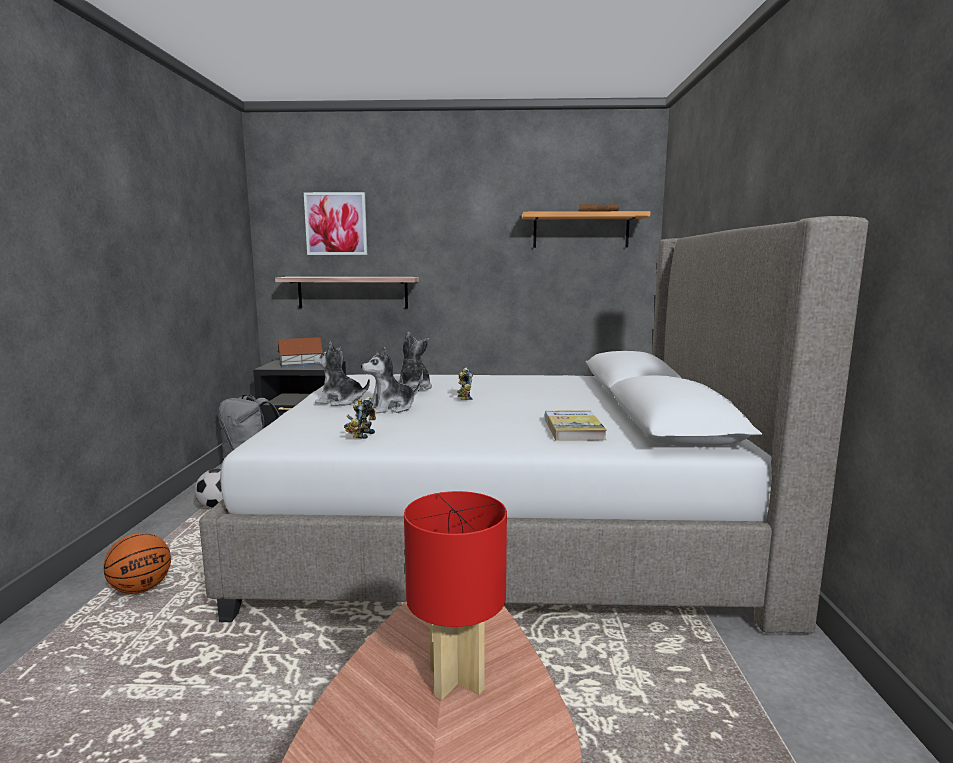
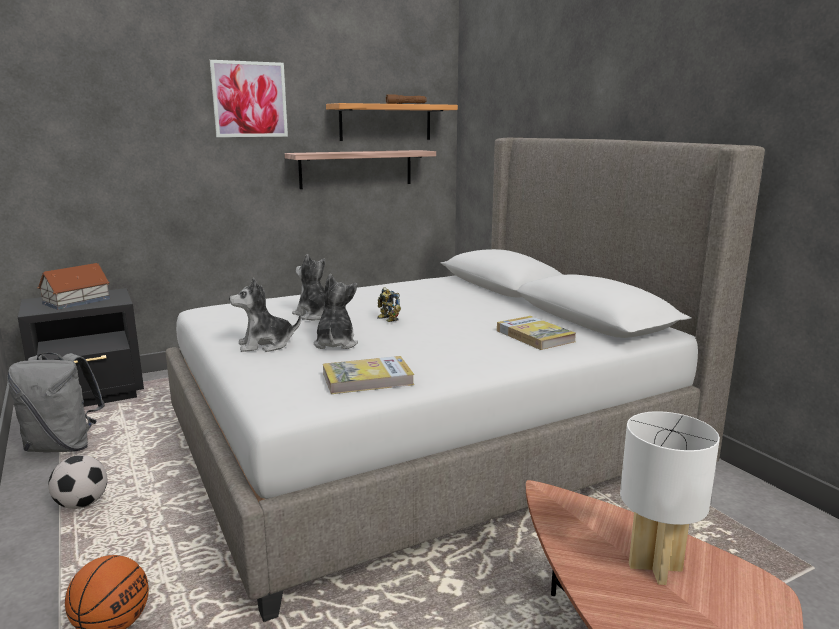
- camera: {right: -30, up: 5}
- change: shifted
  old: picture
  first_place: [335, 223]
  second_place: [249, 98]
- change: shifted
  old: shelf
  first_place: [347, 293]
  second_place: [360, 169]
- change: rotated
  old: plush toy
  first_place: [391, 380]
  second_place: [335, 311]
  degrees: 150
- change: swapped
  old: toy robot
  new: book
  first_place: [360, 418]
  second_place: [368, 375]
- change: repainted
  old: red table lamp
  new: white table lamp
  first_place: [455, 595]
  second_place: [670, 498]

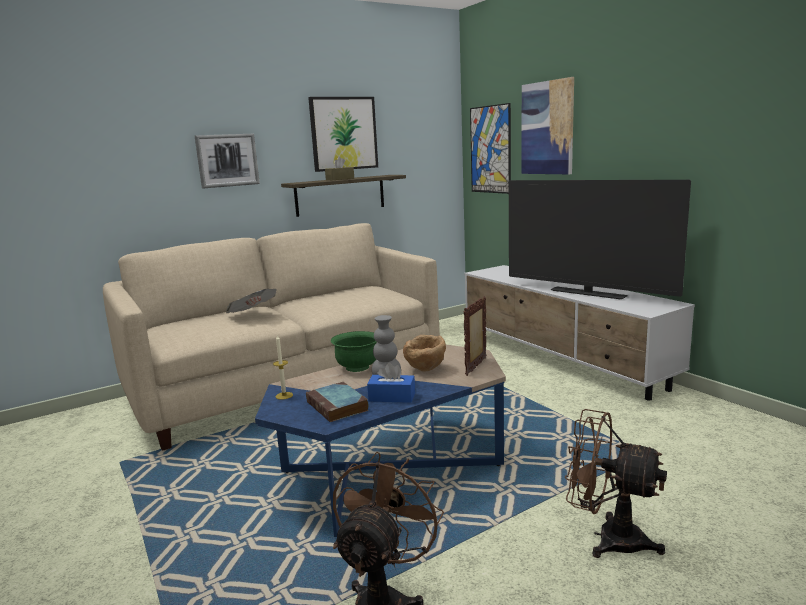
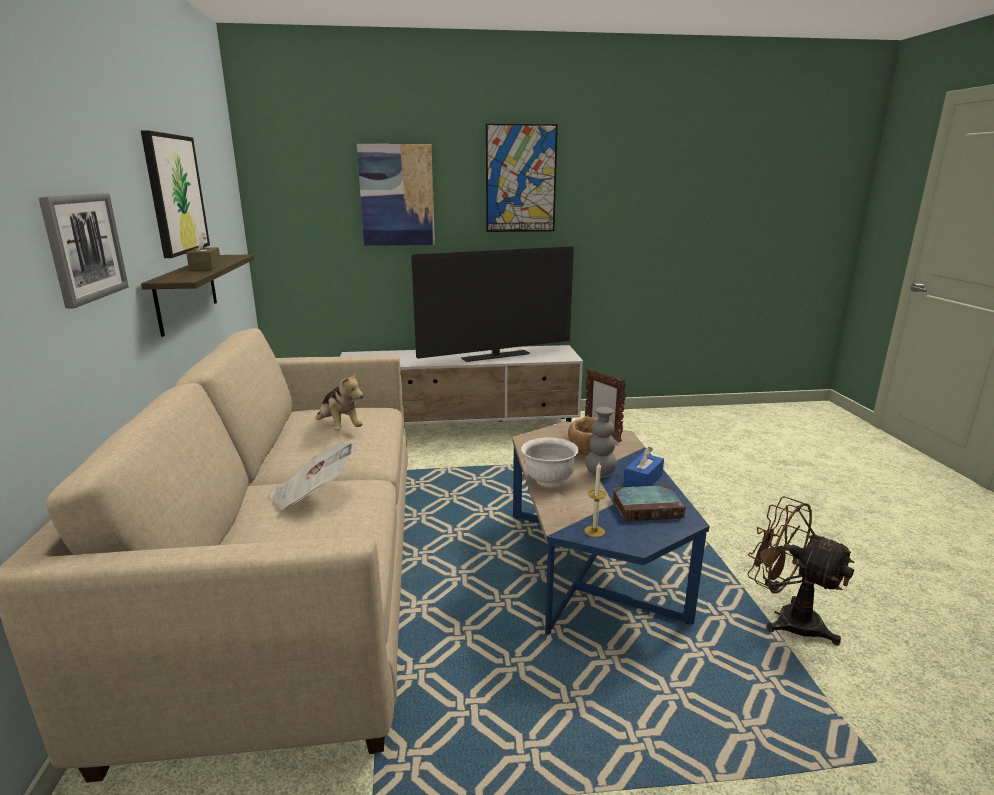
- camera: {right: -65, up: 5}
- change: new
  new: plush toy
  second_place: [339, 401]
- change: shifted
  old: picture
  first_place: [490, 148]
  second_place: [522, 178]
- change: repainted
  old: green bowl
  new: white bowl
  first_place: [354, 351]
  second_place: [550, 462]
- change: gone
  old: brown fan
  first_place: [616, 483]

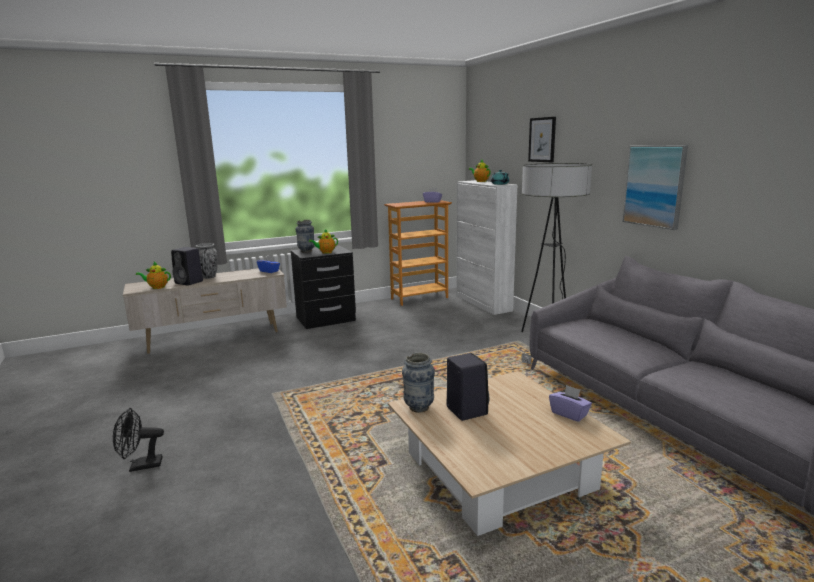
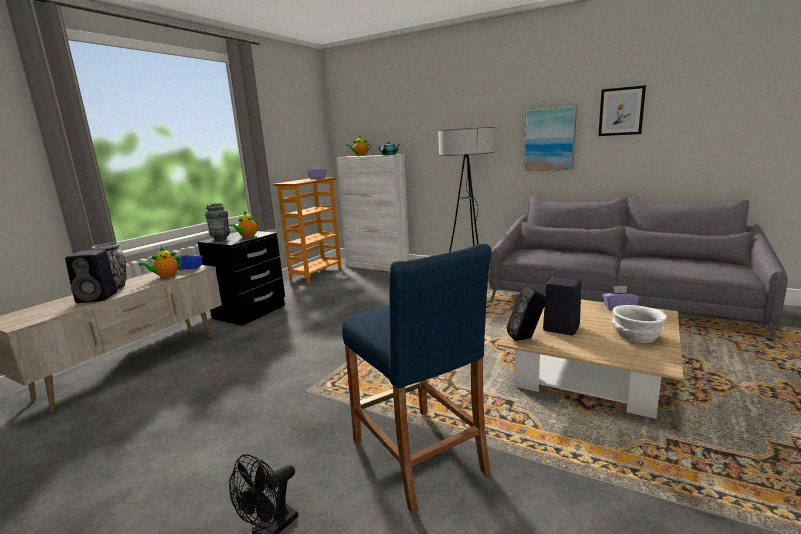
- camera: {right: -35, up: 0}
- change: shifted
  old: teapot
  first_place: [153, 275]
  second_place: [160, 262]
- change: new
  new: blue stool
  second_place: [417, 379]
- change: swapped
  old: vase
  new: black speaker
  first_place: [418, 383]
  second_place: [526, 314]
- change: shifted
  old: picture
  first_place: [542, 139]
  second_place: [622, 110]
- change: new
  new: white bowl
  second_place: [639, 324]

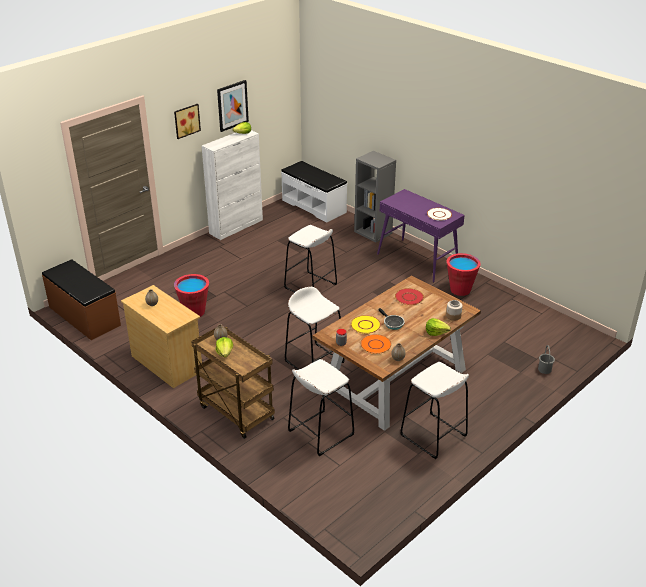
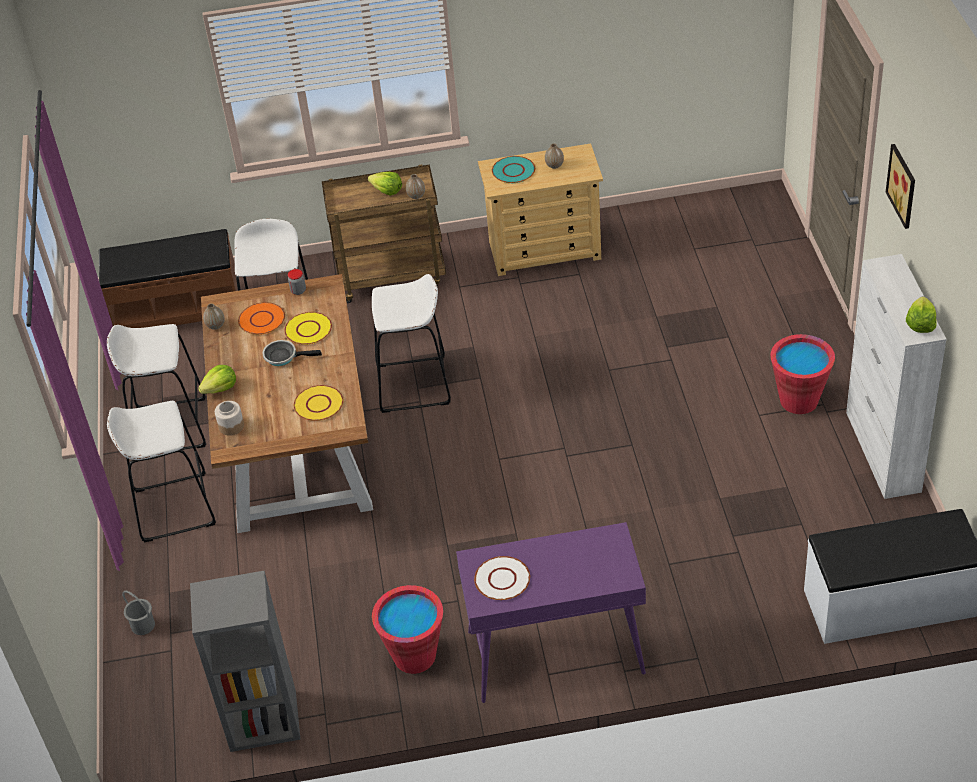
- camera: {right: 130, up: 10}
- change: shifted
  old: brown bench
  first_place: [81, 299]
  second_place: [168, 278]
- change: shifted
  old: white stool
  first_place: [310, 258]
  second_place: [161, 472]
- change: shifted
  old: grey bookcase
  first_place: [375, 196]
  second_place: [245, 661]
- change: repainted
  old: red plate
  new: yellow plate
  first_place: [409, 296]
  second_place: [318, 403]
- change: new
  new: turquoise plate
  second_place: [513, 169]
- change: shifted
  old: red bucket
  first_place: [191, 295]
  second_place: [802, 374]
- change: gone
  old: picture
  first_place: [233, 106]

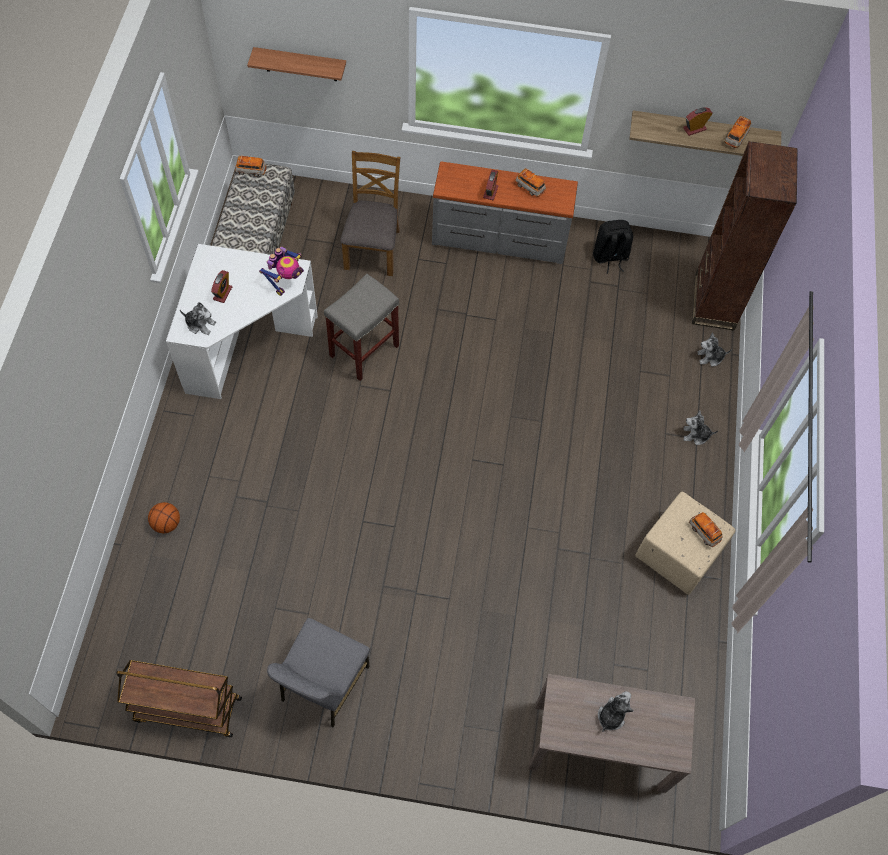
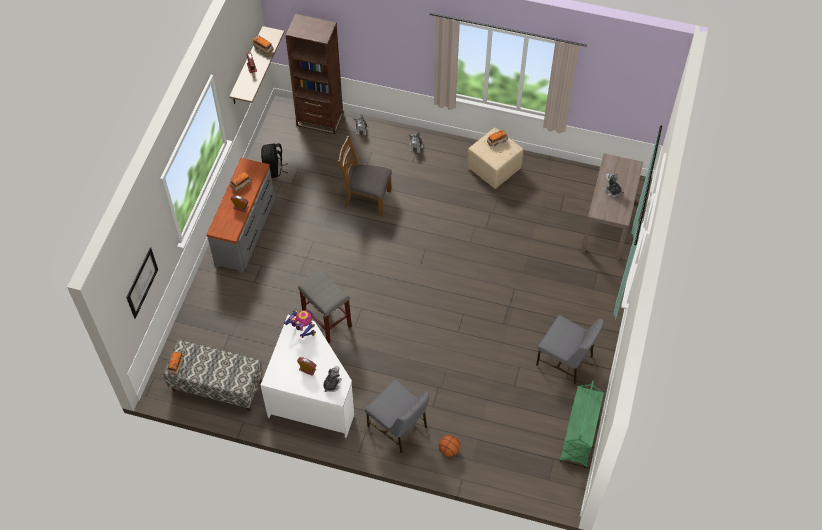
- camera: {right: -80, up: -5}
- change: swapped
  old: shelf
  new: picture
  first_place: [296, 64]
  second_place: [142, 283]
- change: shifted
  old: brown chair
  first_place: [370, 213]
  second_place: [364, 176]
- change: new
  new: grey chair
  second_place: [397, 416]
- change: repainted
  old: brown cart
  new: green cart
  first_place: [179, 698]
  second_place: [582, 424]

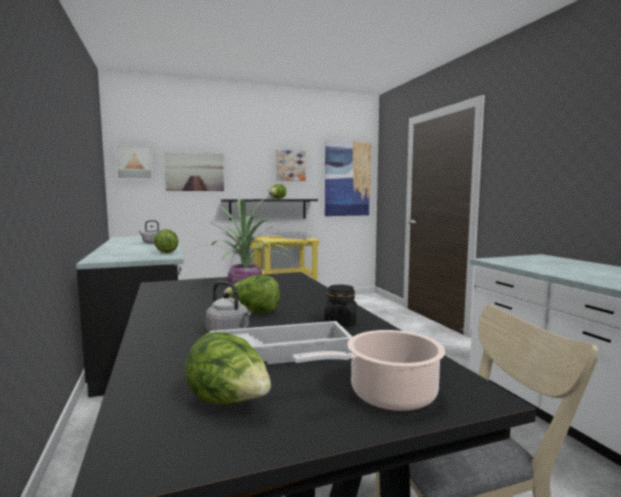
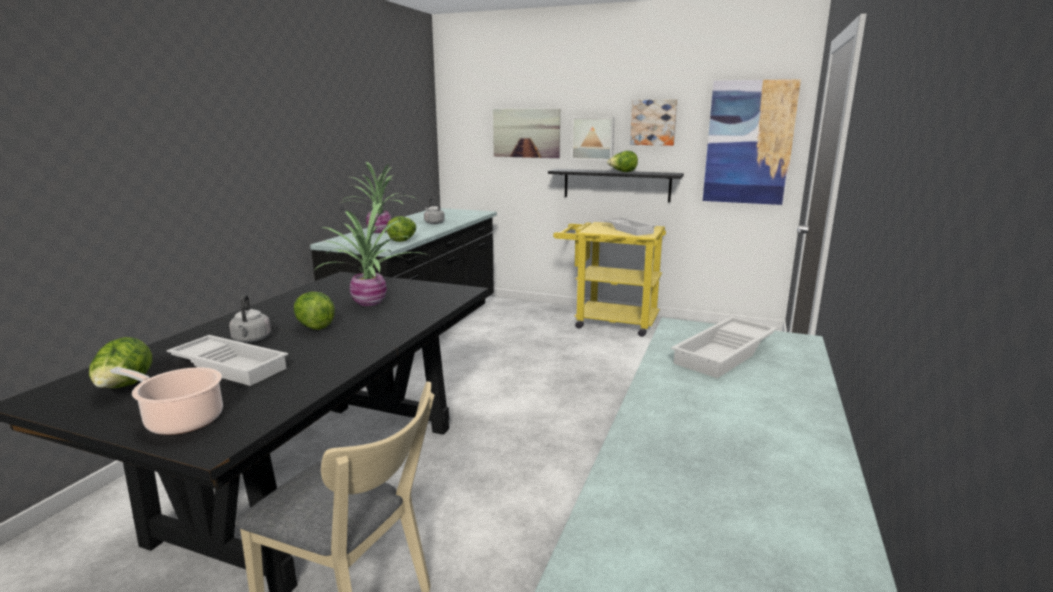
- camera: {right: 40, up: 10}
- change: new
  new: potted plant
  second_place: [377, 197]
- change: shifted
  old: picture
  first_place: [134, 162]
  second_place: [593, 139]
- change: new
  new: white tray
  second_place: [724, 347]
- change: gone
  old: black jar
  first_place: [340, 305]

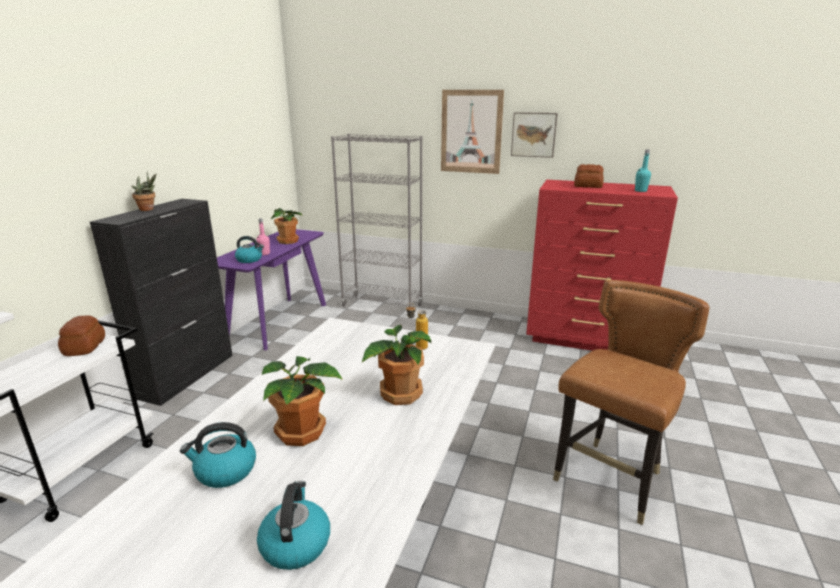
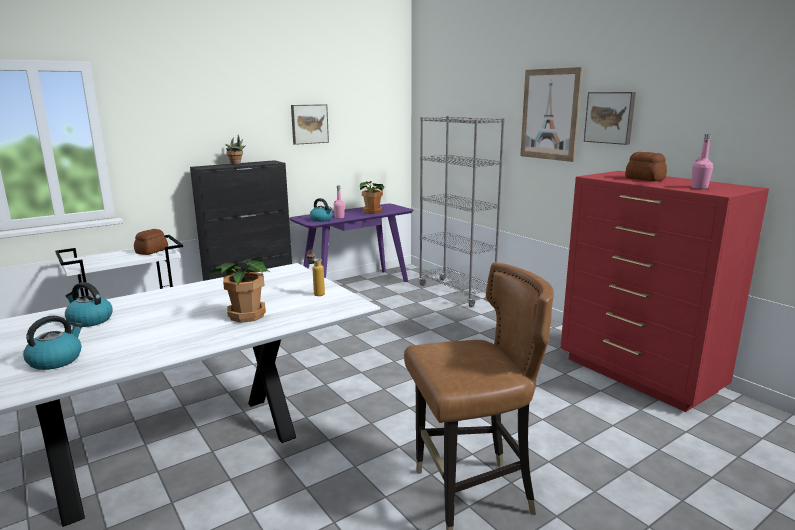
- camera: {right: 35, up: -5}
- change: new
  new: picture
  second_place: [310, 124]
- change: repainted
  old: turquoise bottle
  new: pink bottle
  first_place: [643, 171]
  second_place: [702, 161]
- change: gone
  old: potted plant
  first_place: [302, 401]

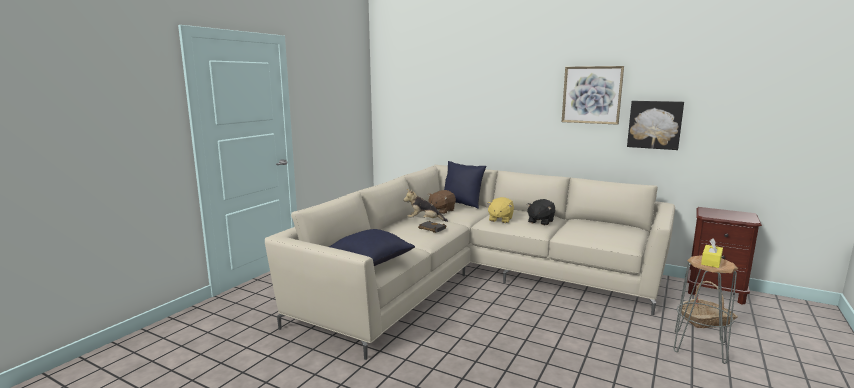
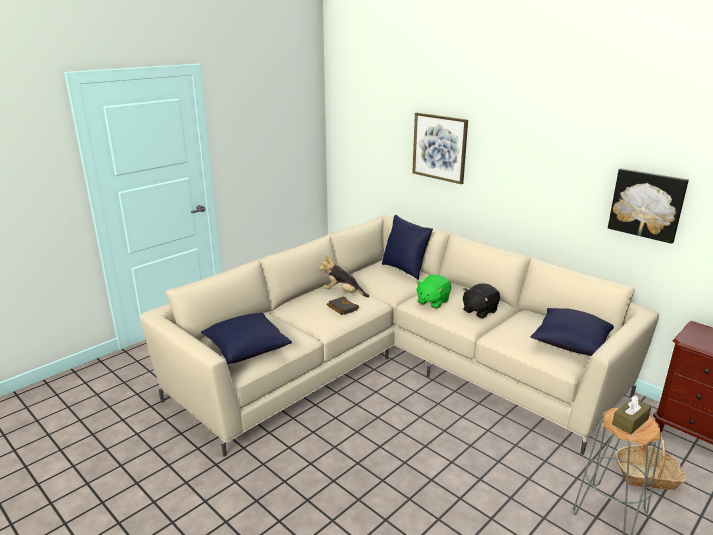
- camera: {right: 15, up: 10}
- change: shifted
  old: picture
  first_place: [593, 95]
  second_place: [440, 148]
- change: repainted
  old: yellow plush toy
  new: green plush toy
  first_place: [500, 210]
  second_place: [433, 292]
- change: new
  new: blue pillow
  second_place: [572, 332]
- change: repainted
  old: yellow tissue box
  new: brown tissue box
  first_place: [712, 253]
  second_place: [631, 415]
- change: gone
  old: brown plush toy
  first_place: [442, 202]

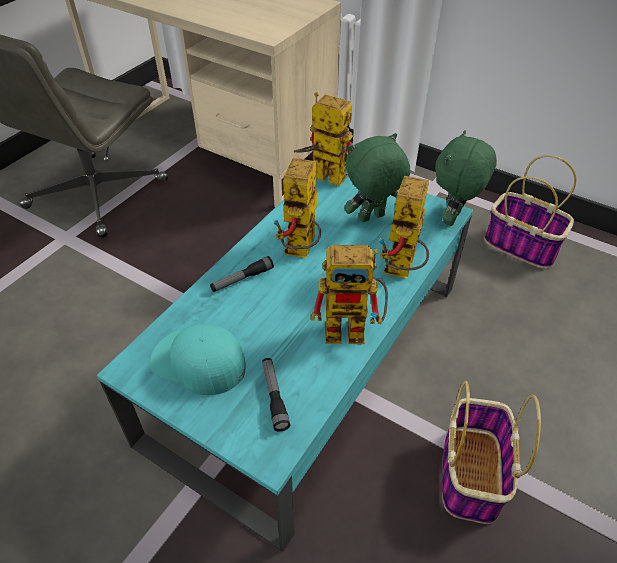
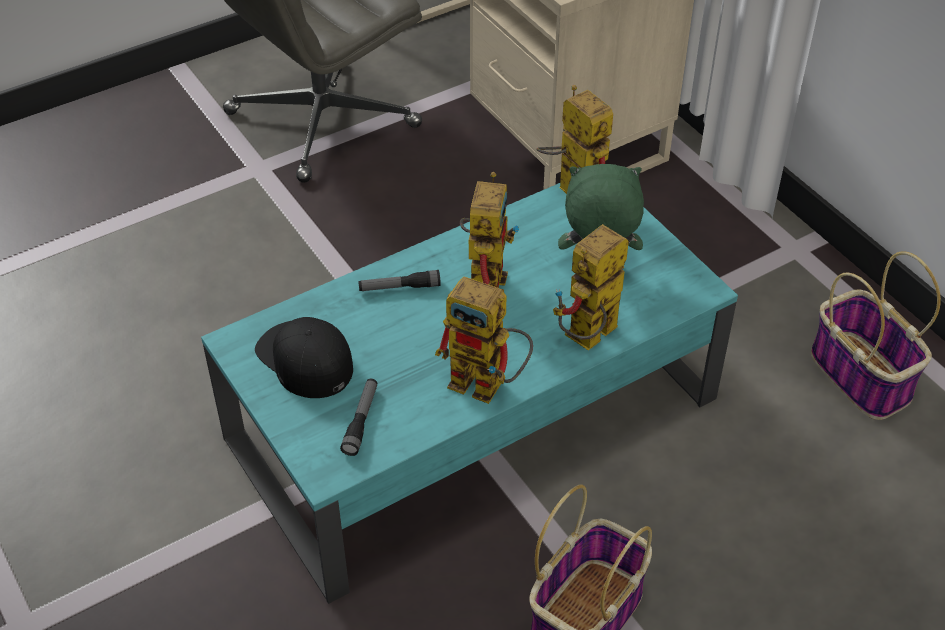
- camera: {right: 25, up: 0}
- change: repainted
  old: turquoise cap
  new: black cap
  first_place: [198, 359]
  second_place: [304, 357]
- change: rotated
  old: toy robot
  first_place: [297, 208]
  second_place: [489, 231]
  degrees: 150
- change: gone
  old: green plush toy
  first_place: [466, 178]

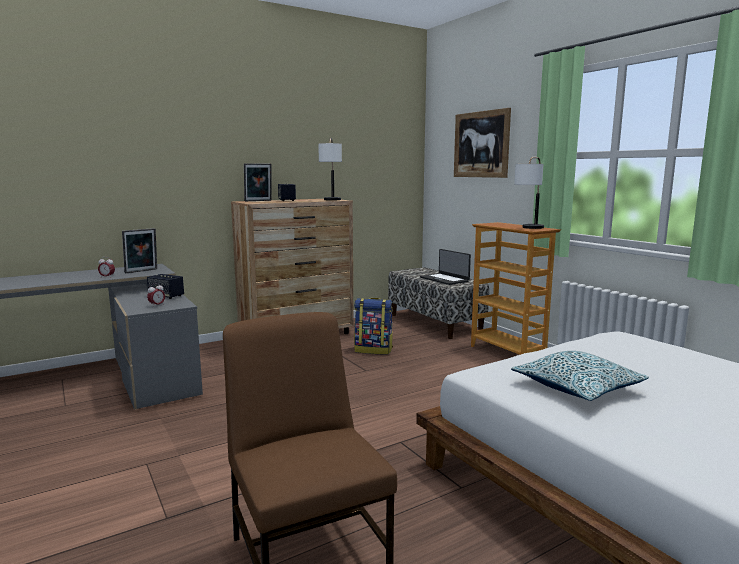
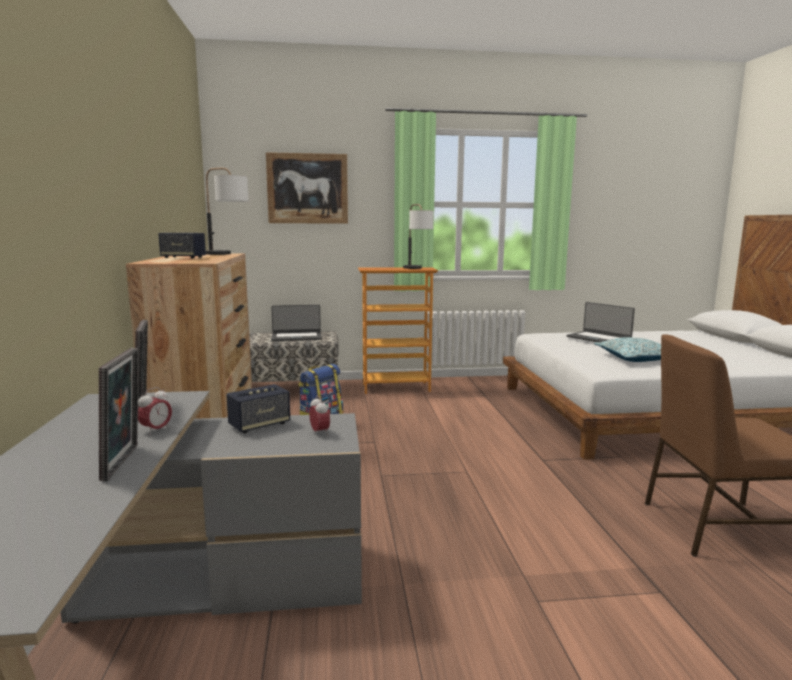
- camera: {right: -65, up: 0}
- change: shifted
  old: picture frame
  first_place: [257, 182]
  second_place: [119, 414]
- change: new
  new: laptop
  second_place: [601, 322]

